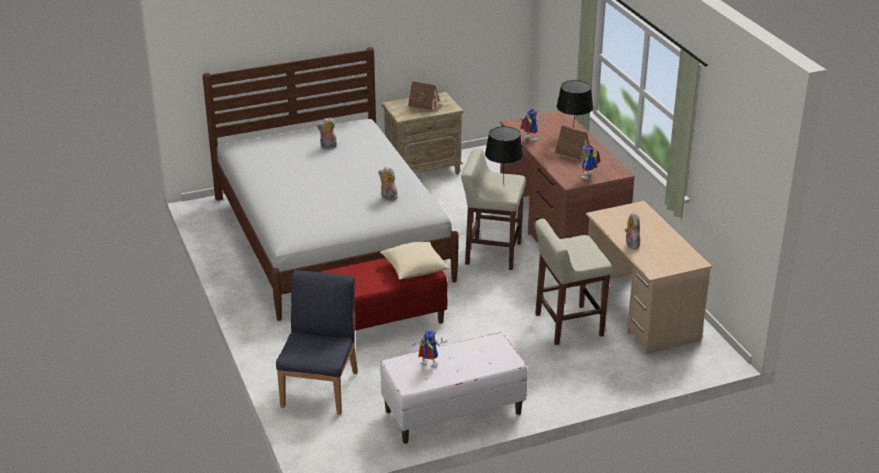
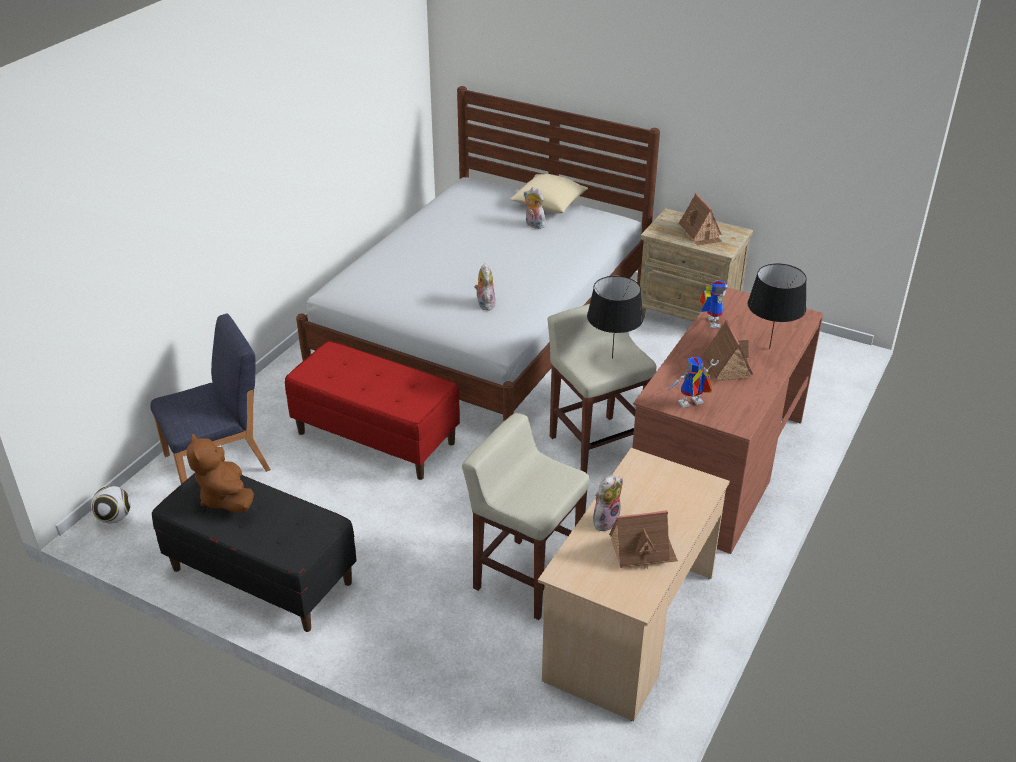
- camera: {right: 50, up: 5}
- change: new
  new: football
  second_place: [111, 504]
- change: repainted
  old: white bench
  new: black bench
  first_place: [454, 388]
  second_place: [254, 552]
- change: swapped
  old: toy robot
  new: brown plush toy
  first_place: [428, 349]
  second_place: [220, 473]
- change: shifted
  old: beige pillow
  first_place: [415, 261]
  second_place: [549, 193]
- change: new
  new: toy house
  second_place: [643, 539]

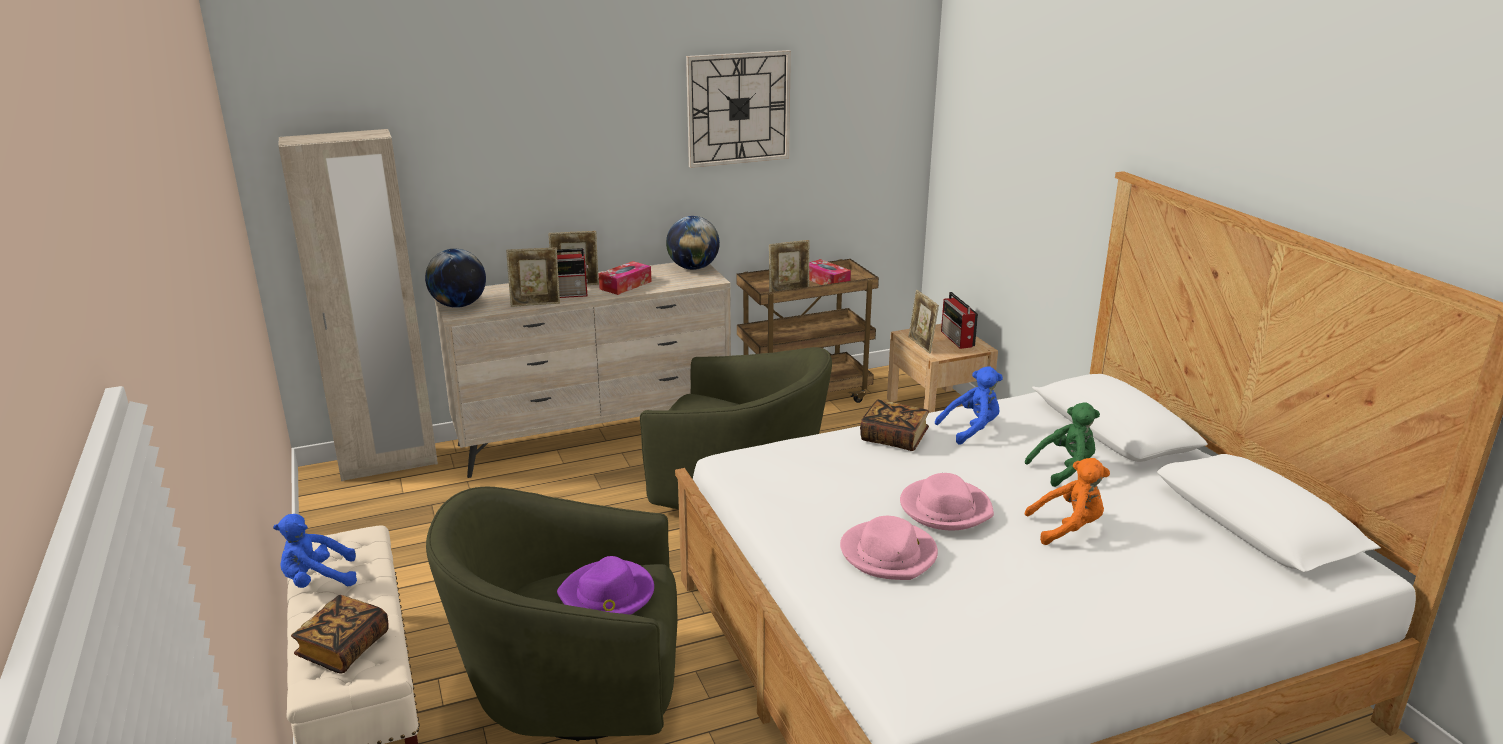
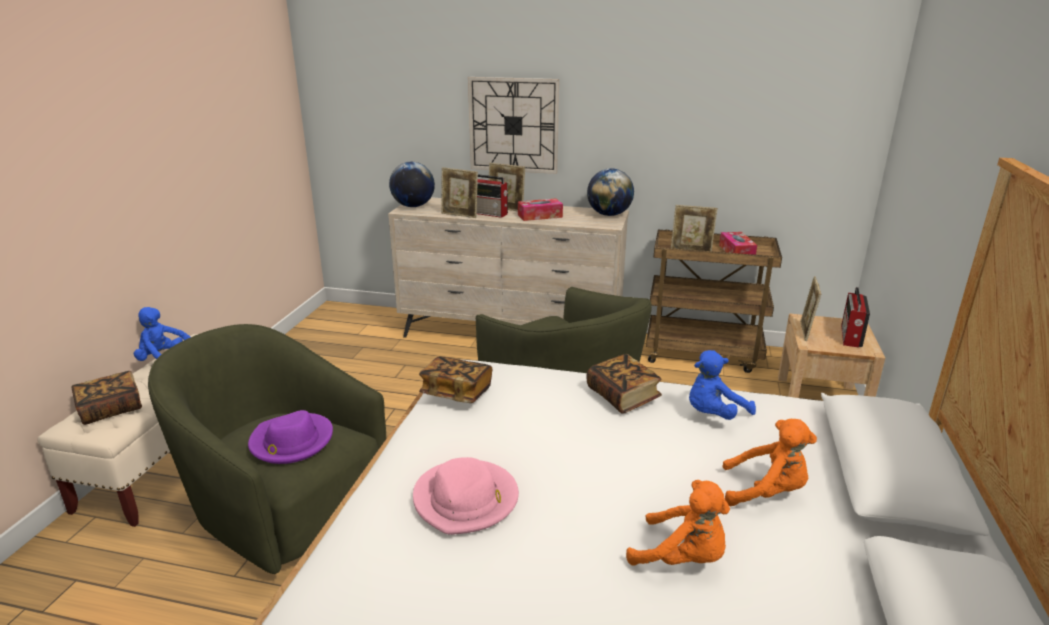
- camera: {right: 35, up: 0}
- change: new
  new: book
  second_place: [455, 379]
- change: shifted
  old: wall clock
  first_place: [738, 109]
  second_place: [513, 125]
- change: rotated
  old: blue plush toy
  first_place: [969, 405]
  second_place: [722, 385]
  degrees: 135
- change: repainted
  old: green plush toy
  new: orange plush toy
  first_place: [1062, 444]
  second_place: [769, 462]
- change: gone
  old: beige wardrobe
  first_place: [358, 305]
- change: gone
  old: pink hat
  first_place: [947, 501]

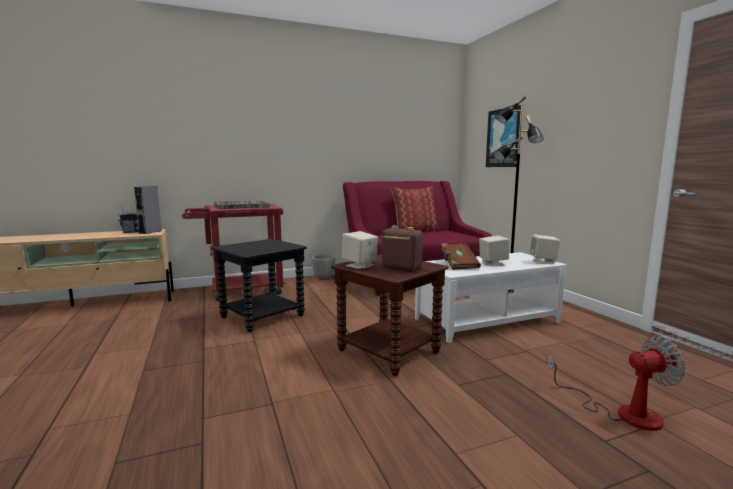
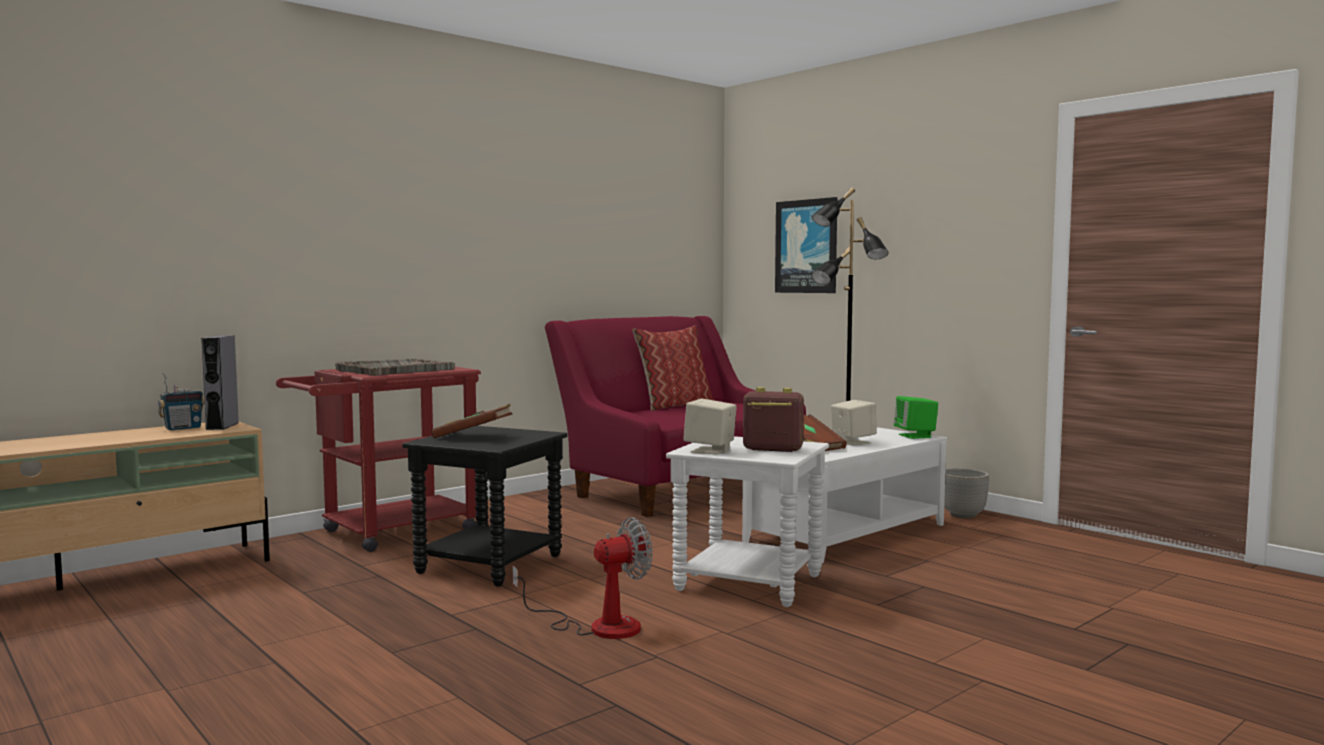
- camera: {right: -20, up: -5}
- change: new
  new: brown book
  second_place: [472, 421]
- change: shifted
  old: fan
  first_place: [616, 383]
  second_place: [582, 578]
- change: repainted
  old: brown side table
  new: white side table
  first_place: [389, 315]
  second_place: [747, 521]
- change: repainted
  old: beige speaker
  new: green speaker
  first_place: [545, 249]
  second_place: [916, 417]
- change: shifted
  old: planter
  first_place: [324, 267]
  second_place: [966, 493]

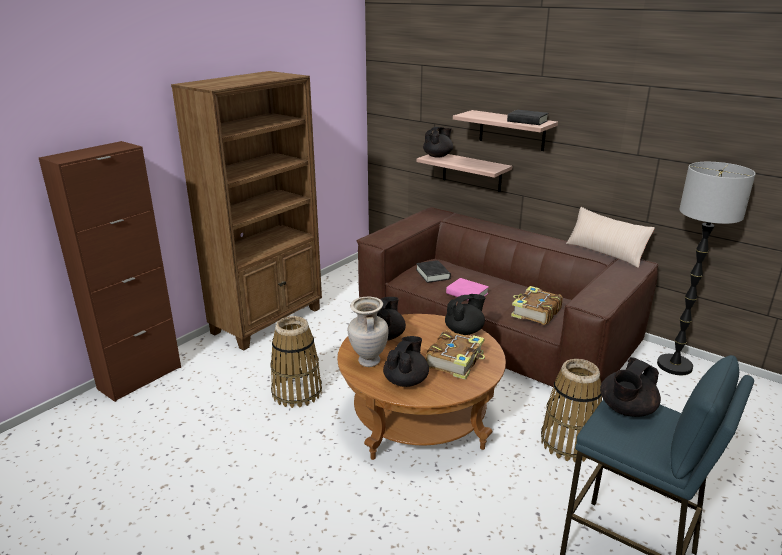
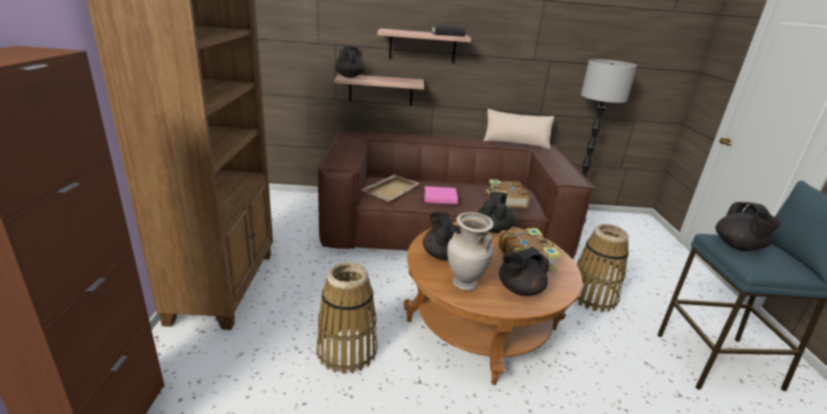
- camera: {right: -40, up: 0}
- change: swapped
  old: black book
  new: beige tray
  first_place: [433, 271]
  second_place: [391, 188]
- change: rotated
  old: black teapot
  first_place: [406, 361]
  second_place: [524, 271]
  degrees: -105

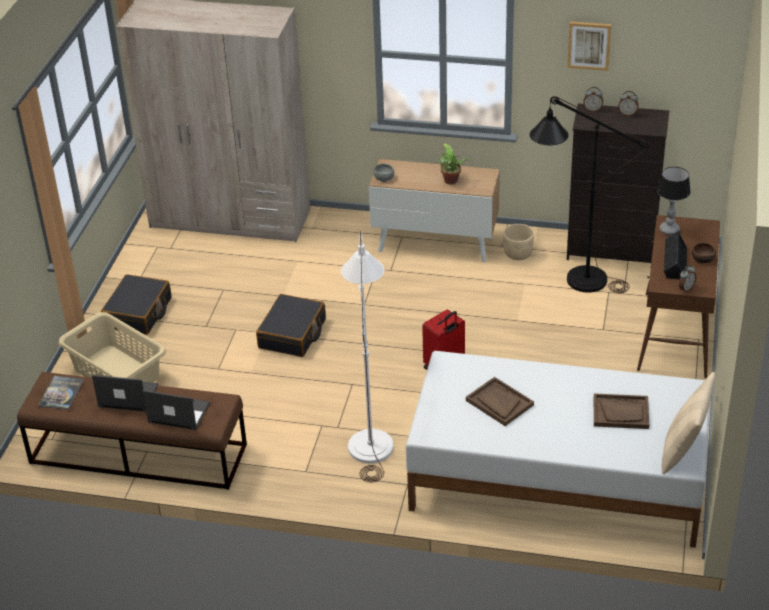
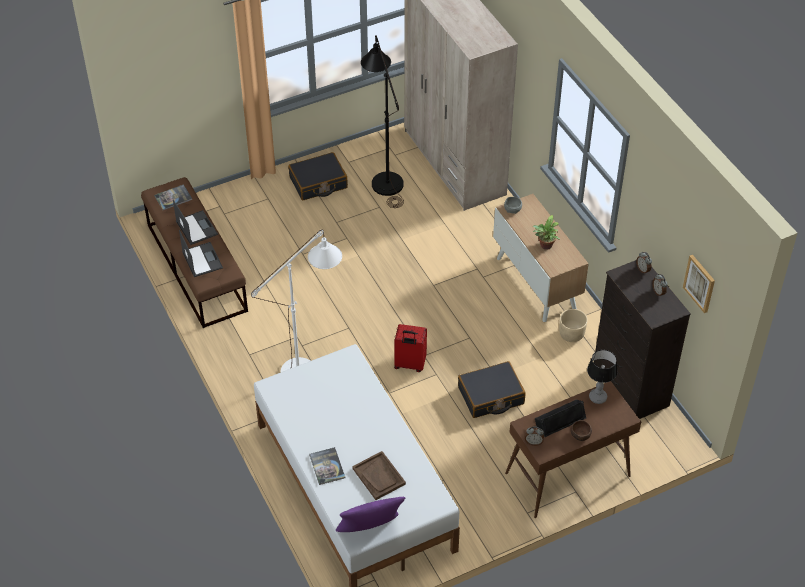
- camera: {right: 50, up: 10}
- change: new
  new: book
  second_place: [327, 466]
- change: repainted
  old: beige pillow
  new: purple pillow
  first_place: [688, 423]
  second_place: [370, 514]
- change: shifted
  old: black floor lamp
  first_place: [589, 194]
  second_place: [382, 122]
- change: shifted
  old: black suitcase
  first_place: [291, 325]
  second_place: [492, 389]
- change: shifted
  old: picture
  first_place: [589, 46]
  second_place: [699, 284]
- change: gone
  old: beige laundry basket
  first_place: [112, 347]
- change: gone
  old: brown tray
  first_place: [500, 401]

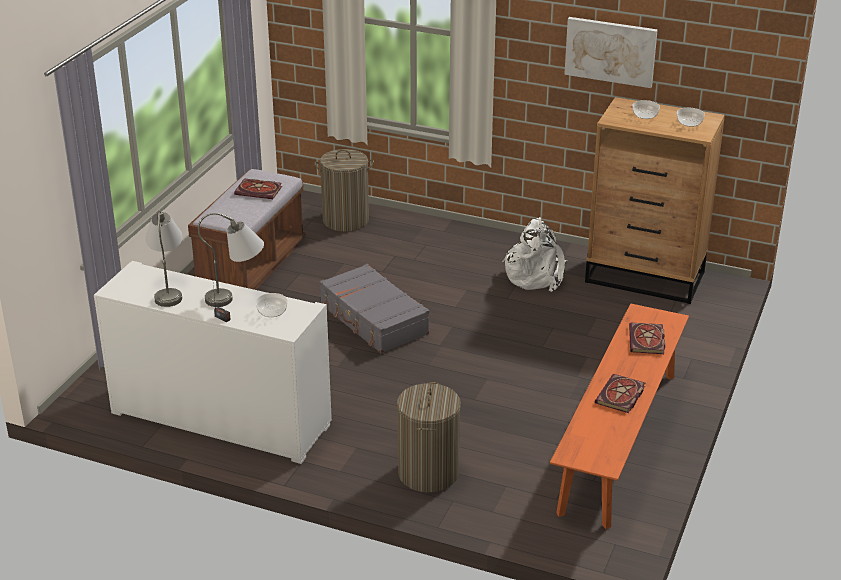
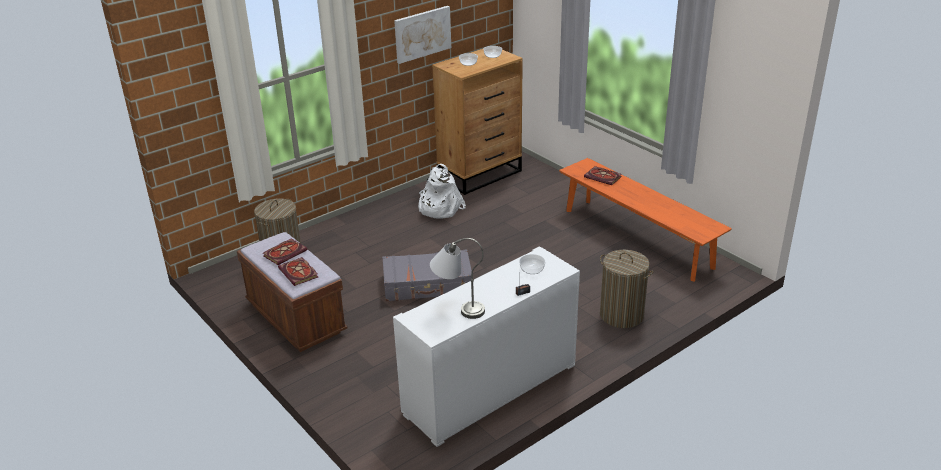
- camera: {right: -60, up: 0}
- change: shifted
  old: book
  first_place: [620, 393]
  second_place: [298, 271]
- change: gone
  old: grey table lamp
  first_place: [231, 260]

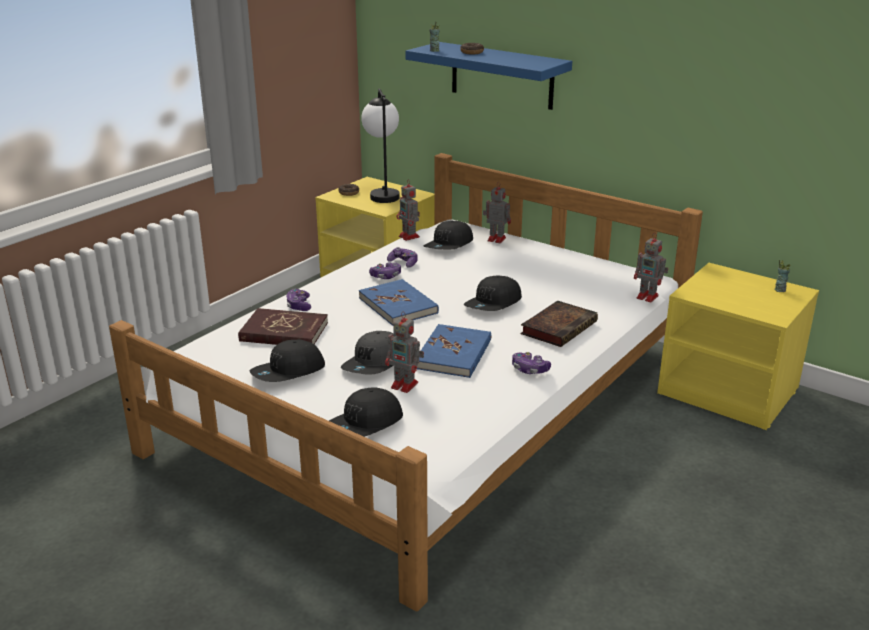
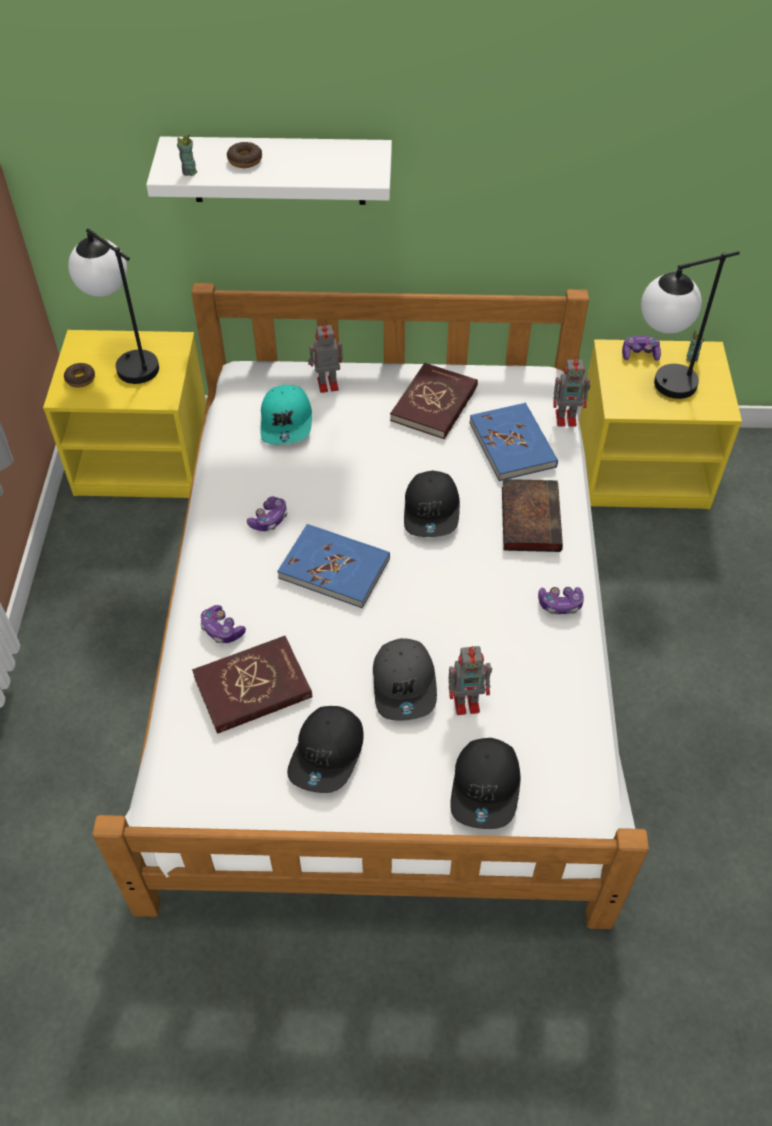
- camera: {right: -35, up: 25}
- change: repainted
  old: blue shelf
  new: white shelf
  first_place: [488, 76]
  second_place: [269, 170]
- change: repainted
  old: black cap
  new: turquoise cap
  first_place: [448, 235]
  second_place: [286, 414]
- change: new
  new: red book
  second_place: [434, 401]
- change: shifted
  old: blue book
  first_place: [454, 351]
  second_place: [513, 442]
- change: shifted
  old: game controller
  first_place: [402, 257]
  second_place: [641, 348]
- change: new
  new: table lamp
  second_place: [690, 325]
- change: gone
  old: toy robot
  first_place: [408, 210]

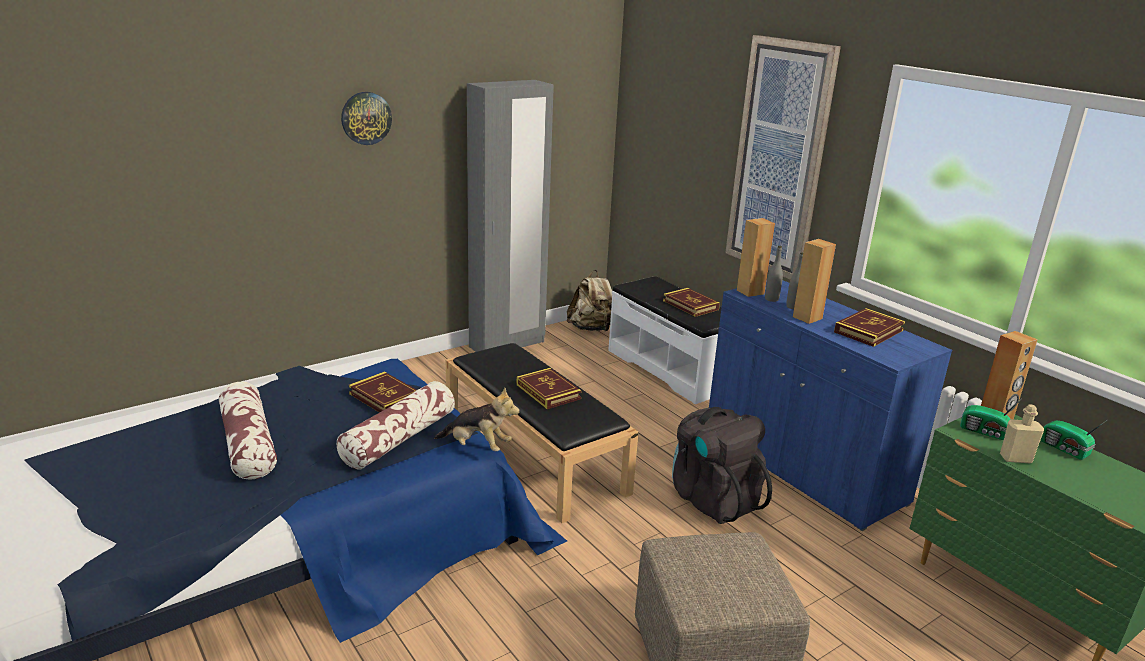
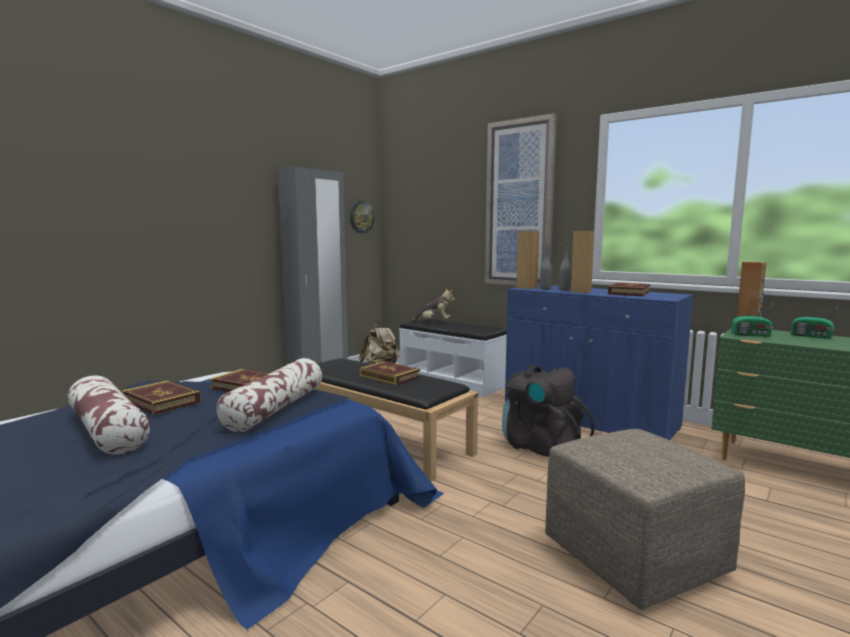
- camera: {right: -15, up: -15}
- change: shifted
  old: book
  first_place: [691, 302]
  second_place: [161, 397]
- change: shifted
  old: wall clock
  first_place: [366, 118]
  second_place: [362, 217]
- change: shifted
  old: plush toy
  first_place: [477, 419]
  second_place: [433, 306]
- change: gone
  old: beige bottle
  first_place: [1022, 434]

